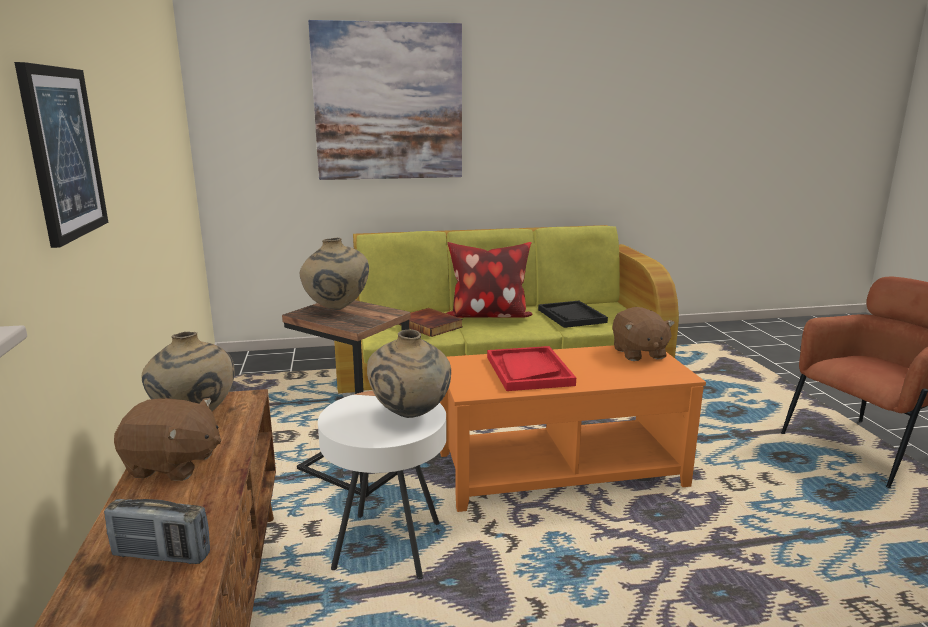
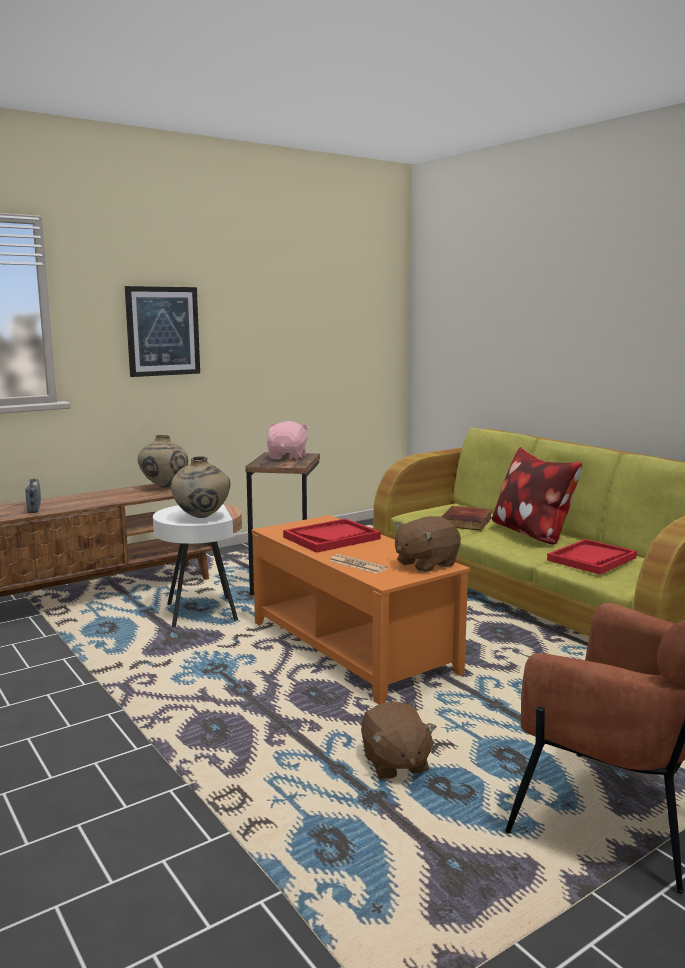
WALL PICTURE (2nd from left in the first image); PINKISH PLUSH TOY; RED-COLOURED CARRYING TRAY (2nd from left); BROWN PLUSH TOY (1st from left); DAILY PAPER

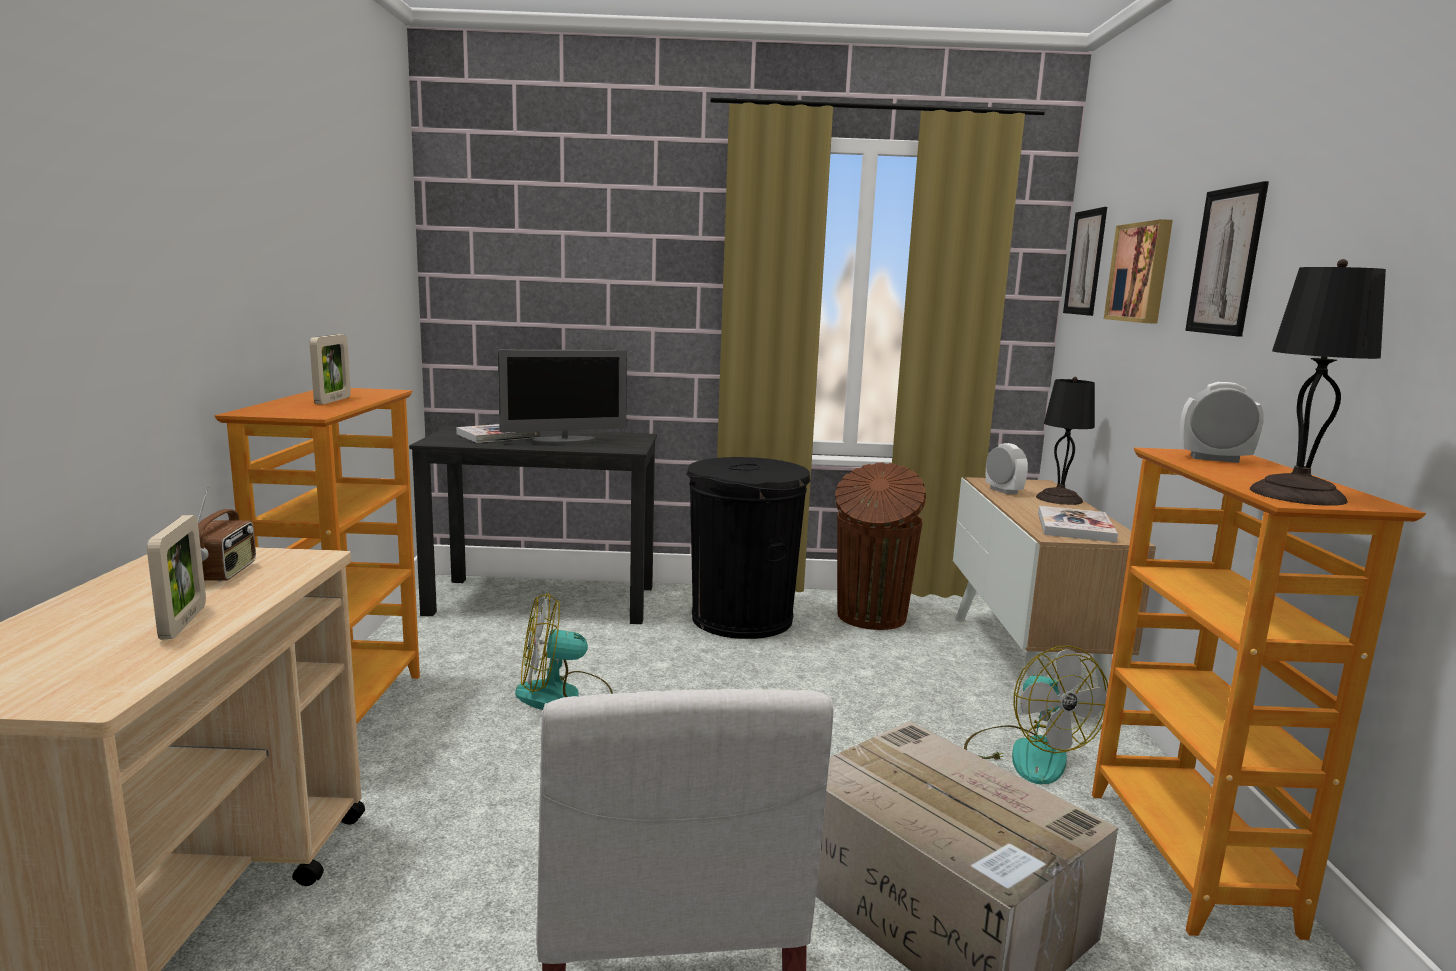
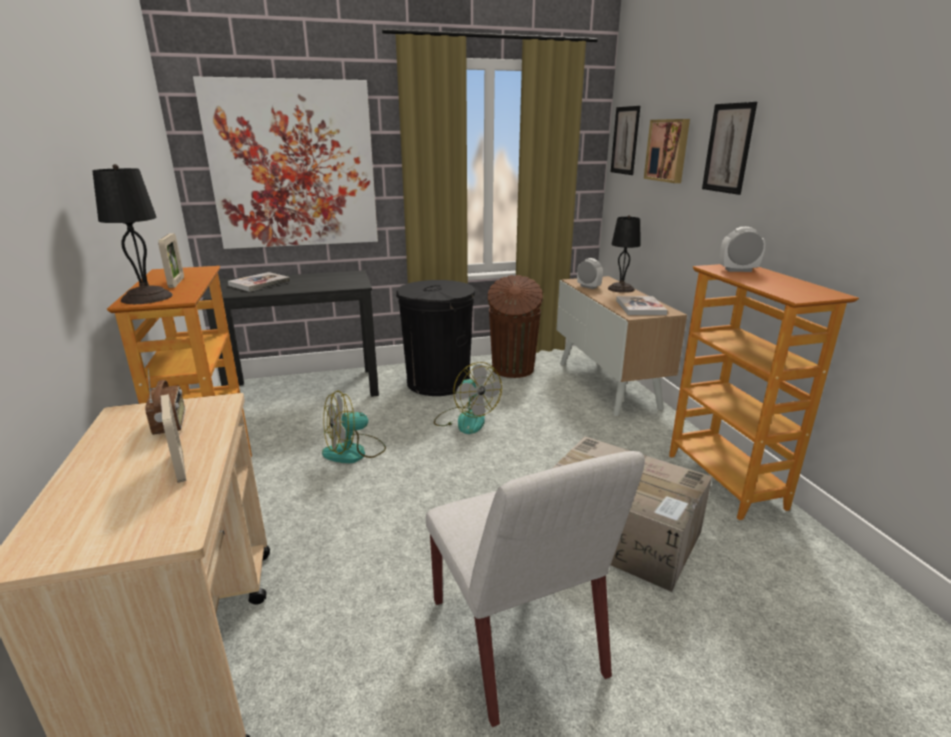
BLACKISH TABLETOP LAMP (1st from left); COMPUTER SCREEN; FAN (2nd from left); WALL PICTURE (1st from left)

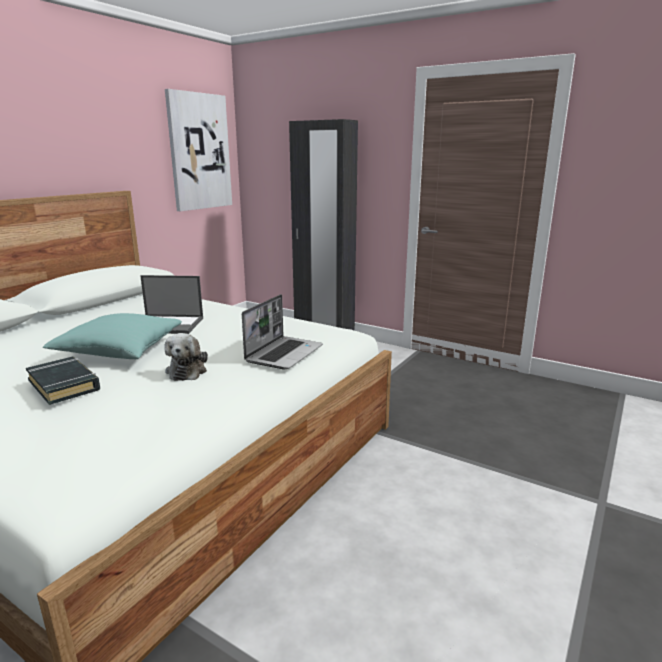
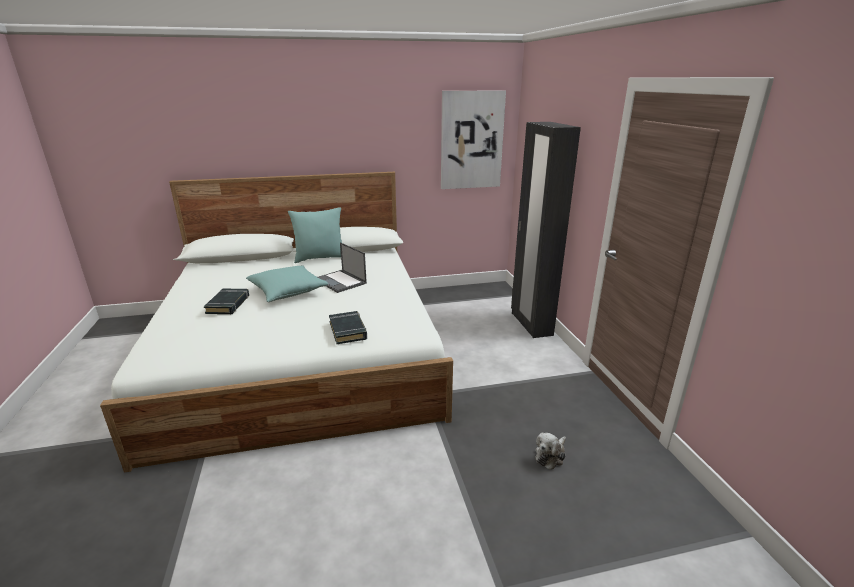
BLACKISH BOUND BOOK (2nd from left); PLUSH TOY; TURQUOISE-COLOURED THROW PILLOW (2nd from left)

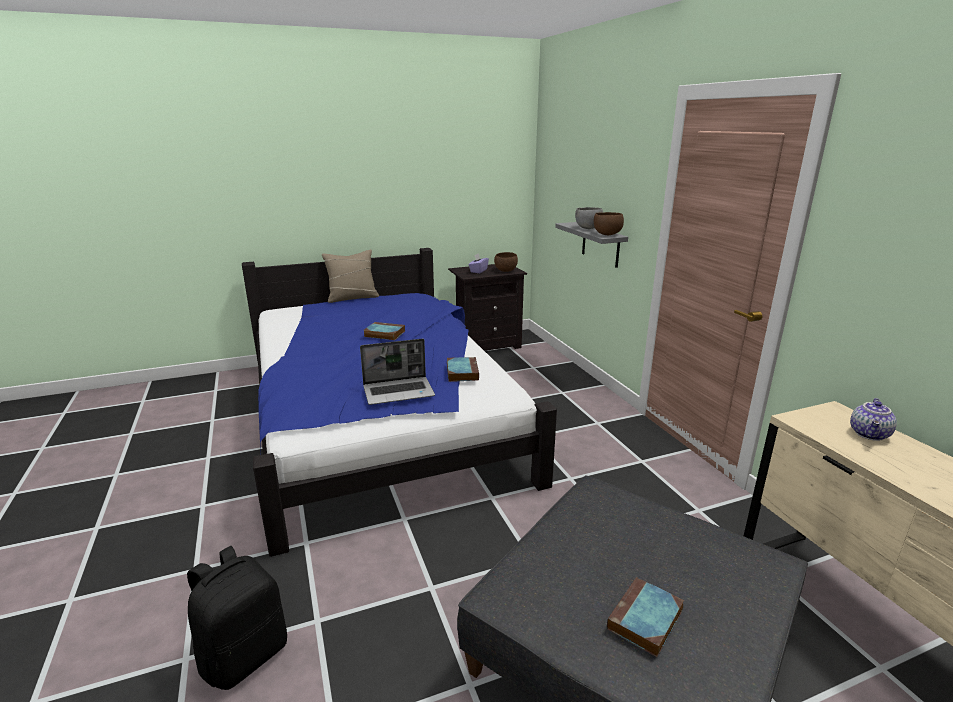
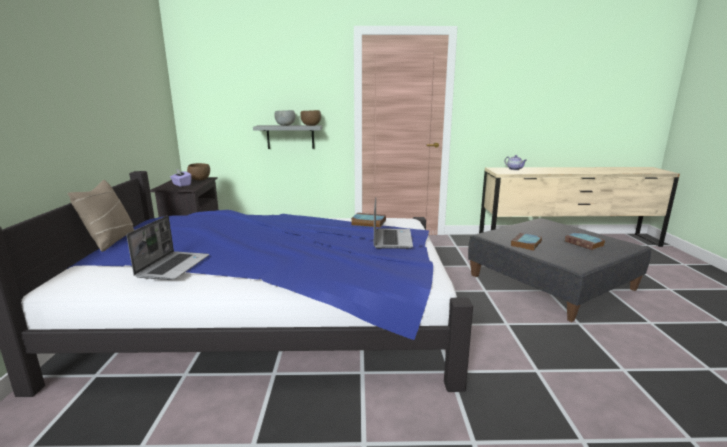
BOUND BOOK (2nd from left); BLACKISH RUCKSACK; LAPTOP (1st from left)

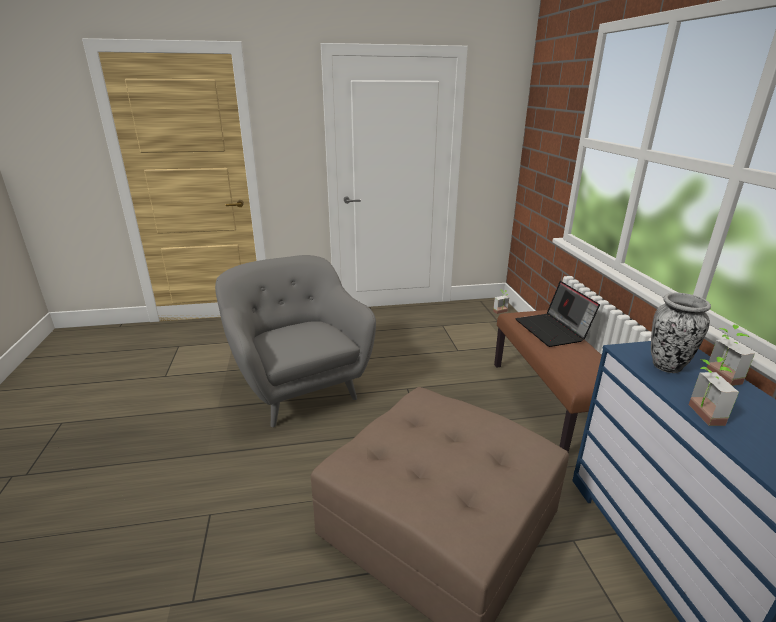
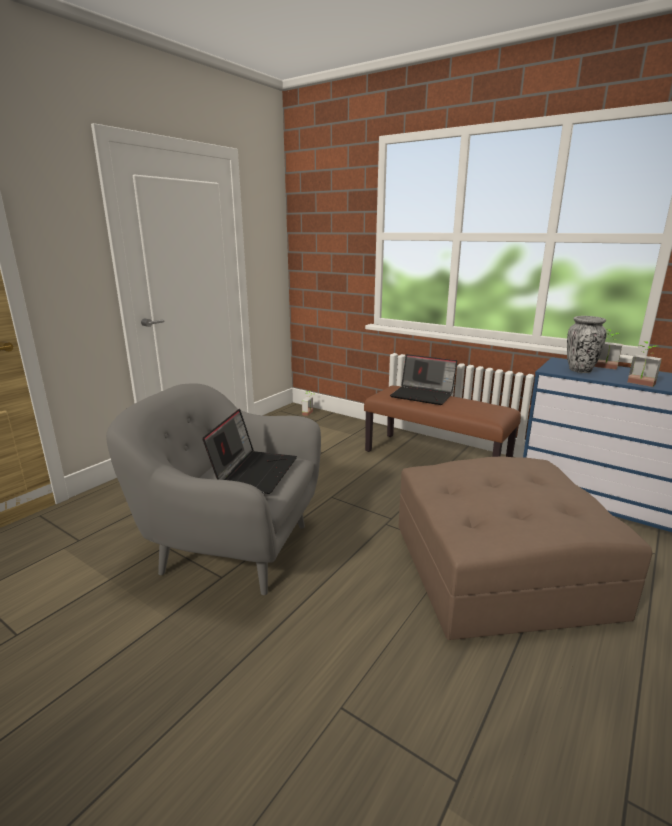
LAPTOP (1st from left)

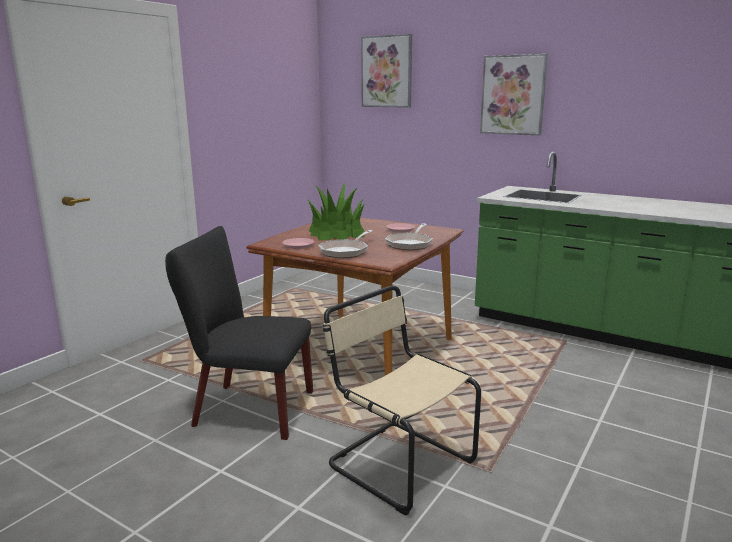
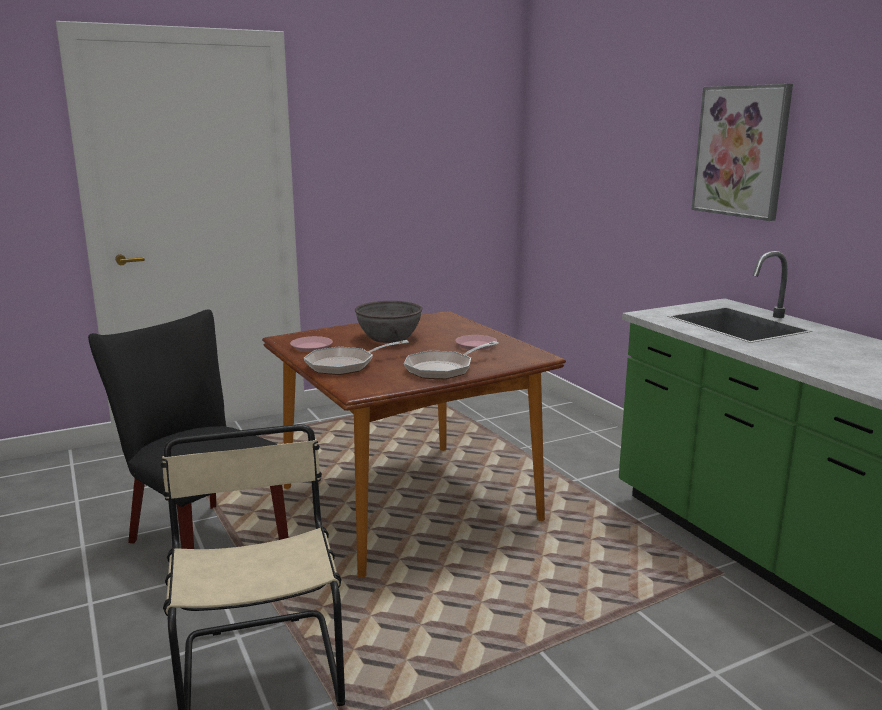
WALL PICTURE (1st from left in the first image); GREYISH DEEP DISH

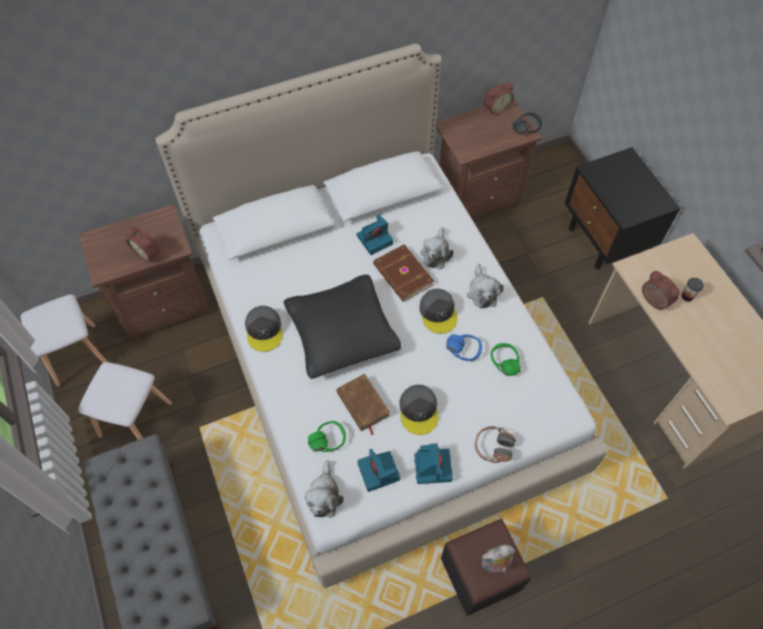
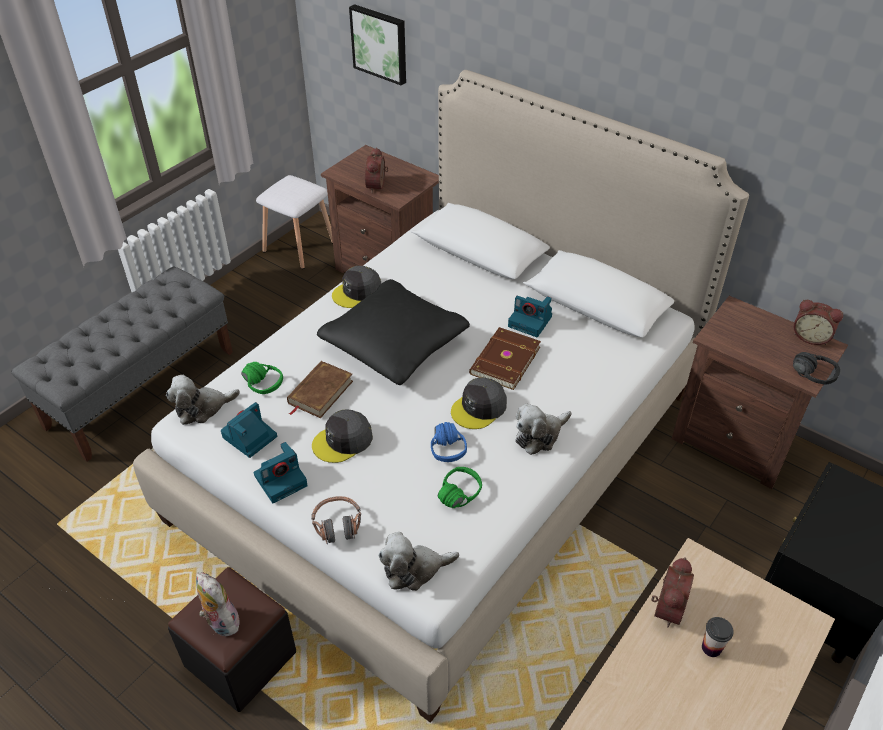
PLUSH TOY (3rd from left); WHITE-COLOURED STOOL SEAT (2nd from left in the first image); WALL PICTURE

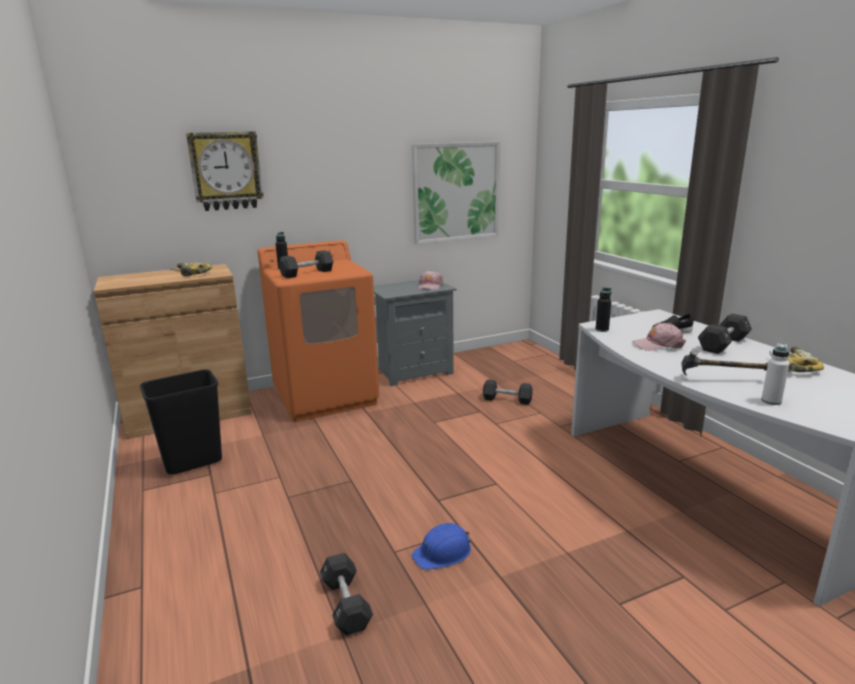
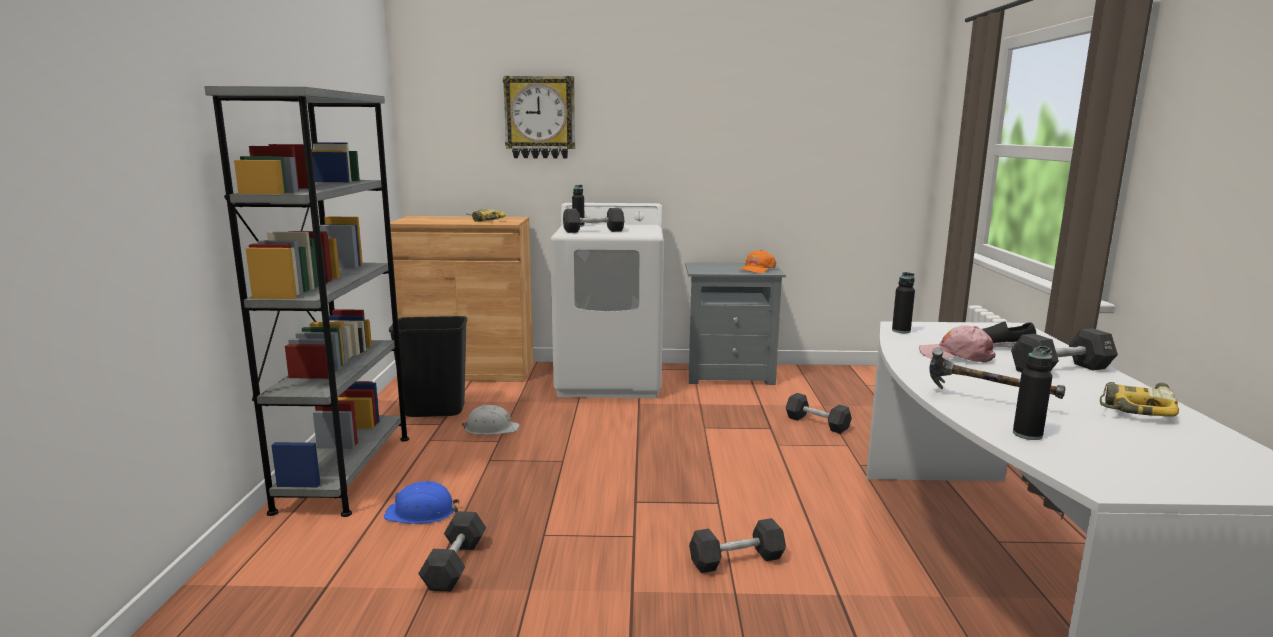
WALL PICTURE; WHITE-COLOURED LAUNDRY APPLIANCE; ORANGE-COLOURED BASEBALL CAP; BLACKISH DRINK BOTTLE (3rd from left); BLUE HARD HAT; GREYISH BOOKCASE; WHITE-COLOURED HARD HAT; BLACKISH DUMBBELL (3rd from left)

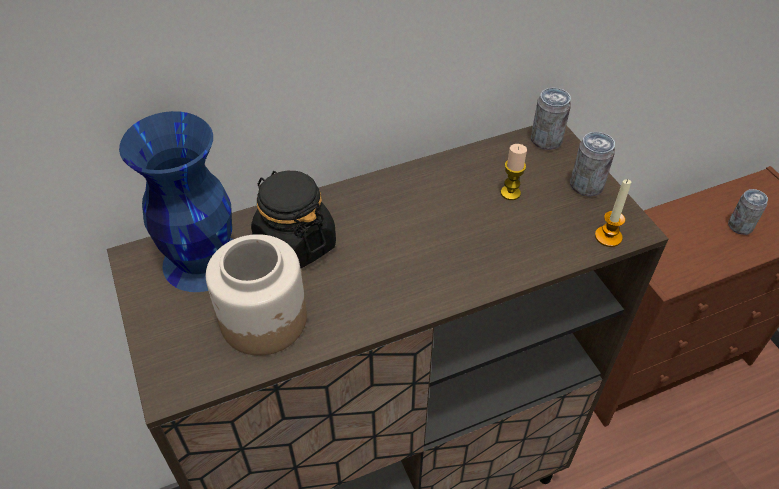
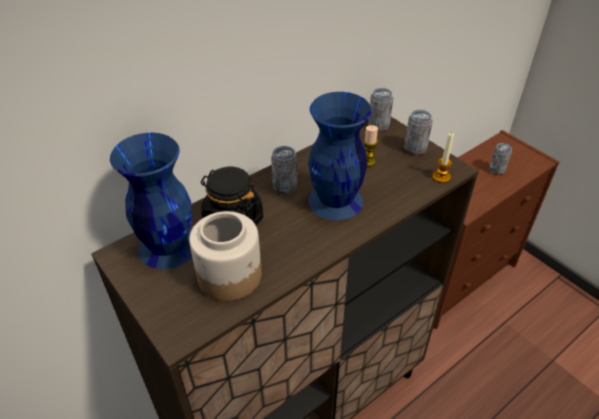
BLUE VASE (2nd from left); CAN (1st from left)

